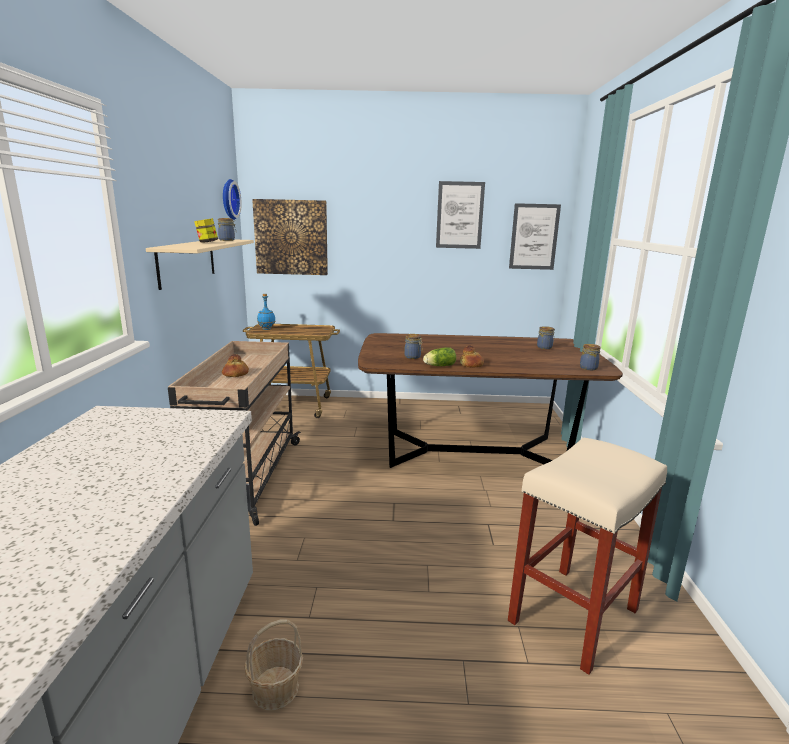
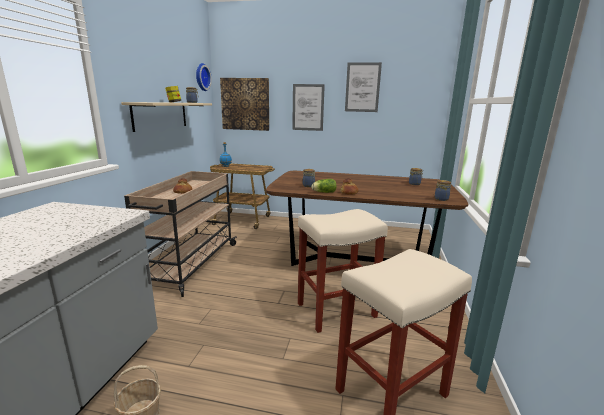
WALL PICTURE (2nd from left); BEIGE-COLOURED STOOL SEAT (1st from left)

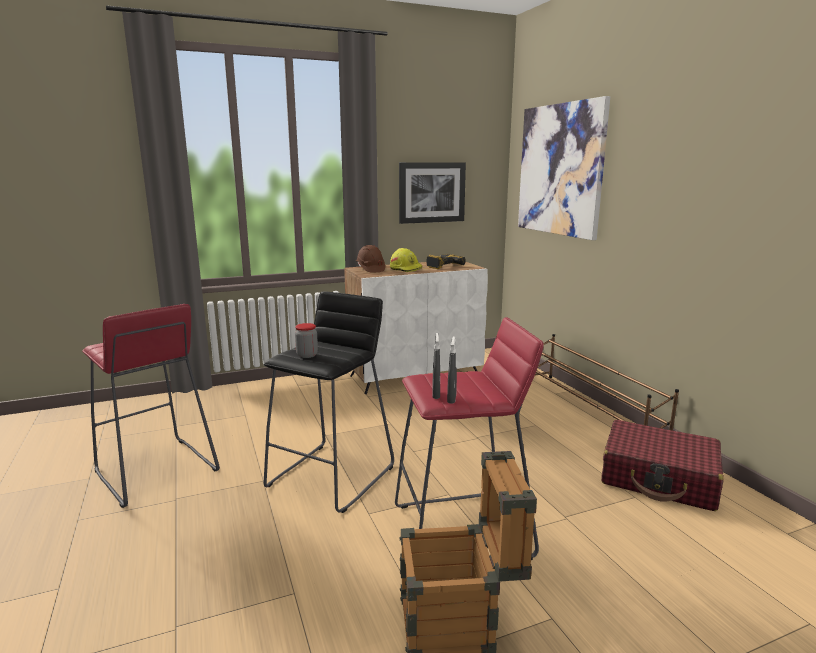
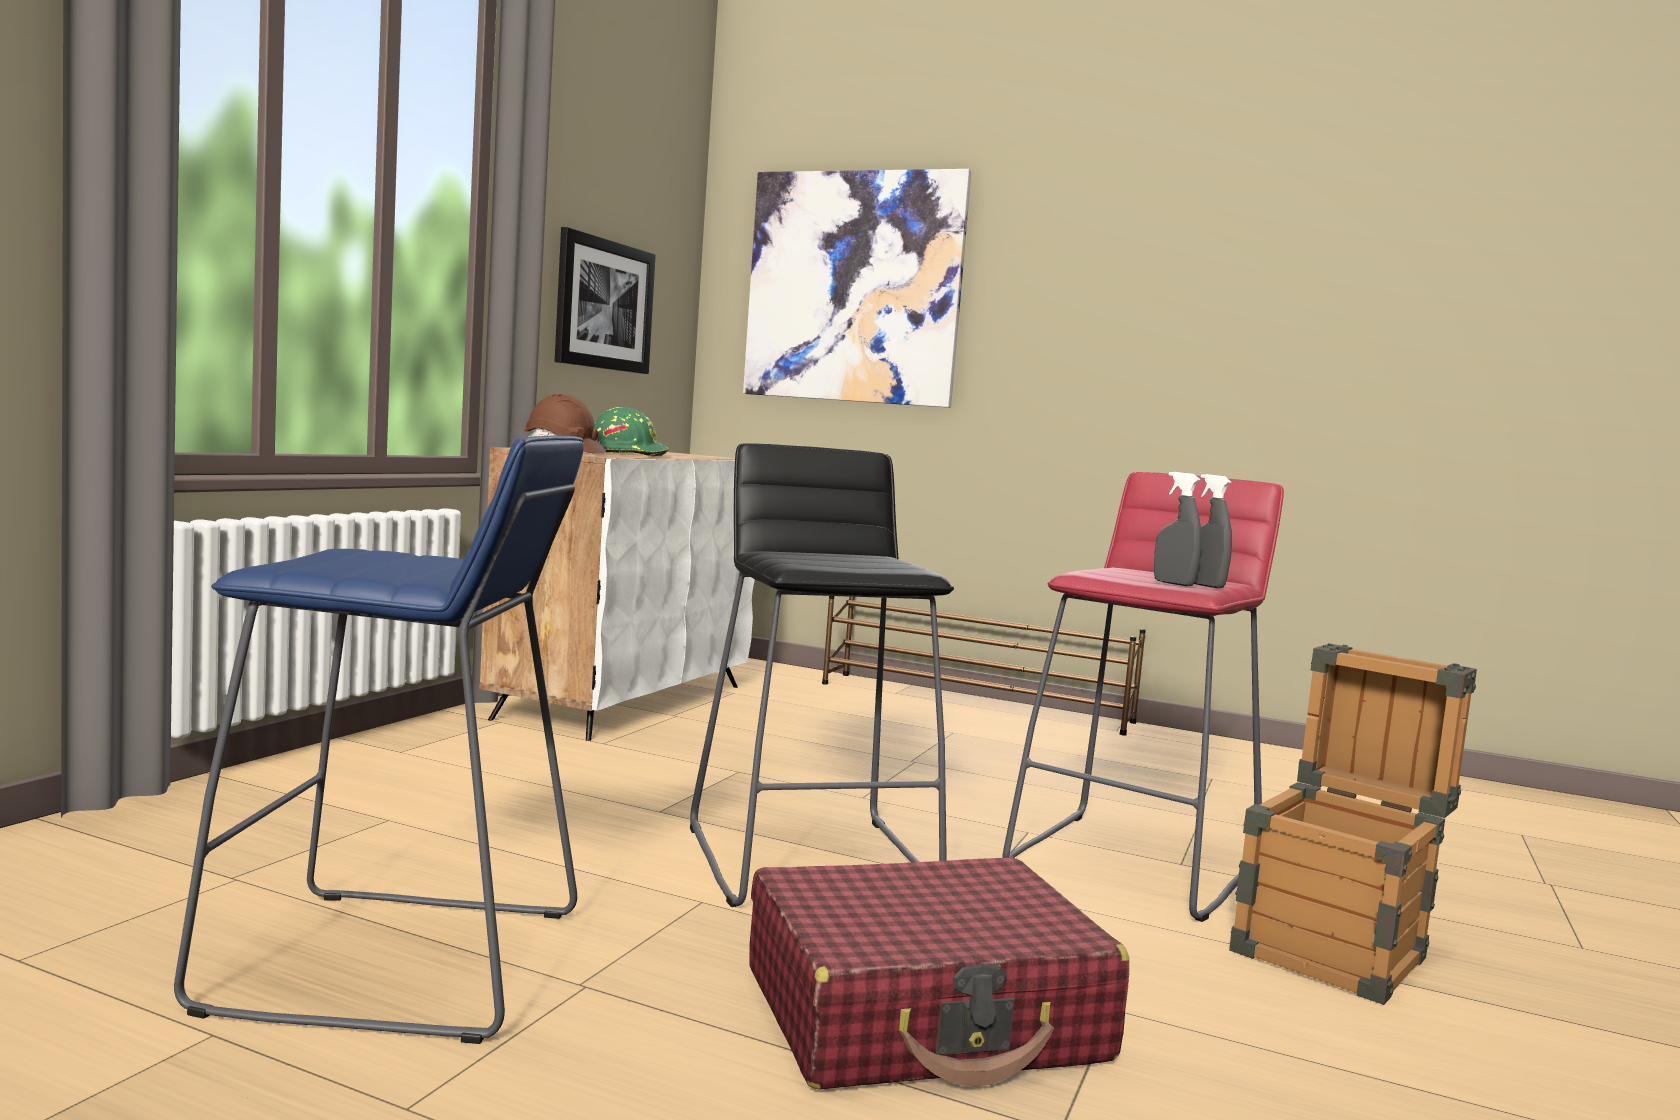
GREENISH HARD HAT; DRILL; BLUE STOOL SEAT; STORAGE JAR; RED-COLOURED PIECE OF LUGGAGE

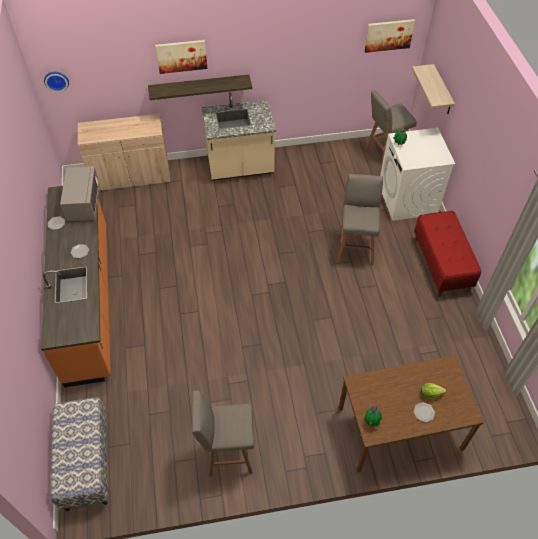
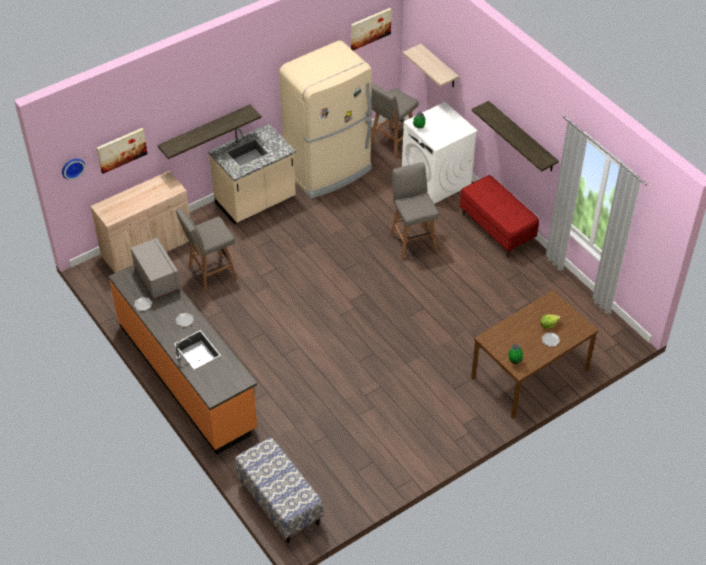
WALL PICTURE (1st from left); GREYISH STOOL SEAT (1st from left); BEIGE-COLOURED REFRIGERATOR; BRACKET SHELF (3rd from left)

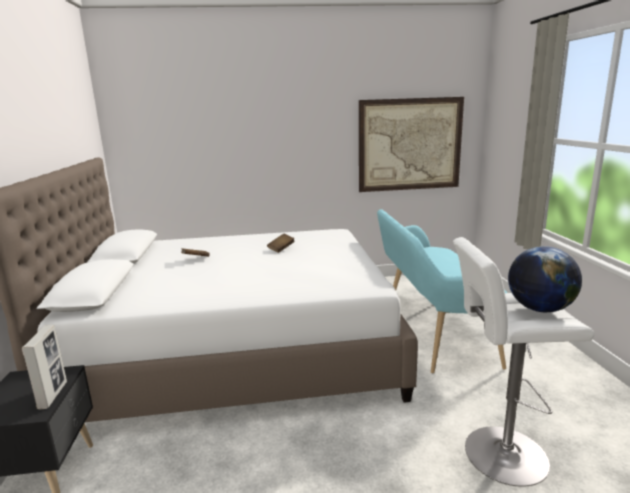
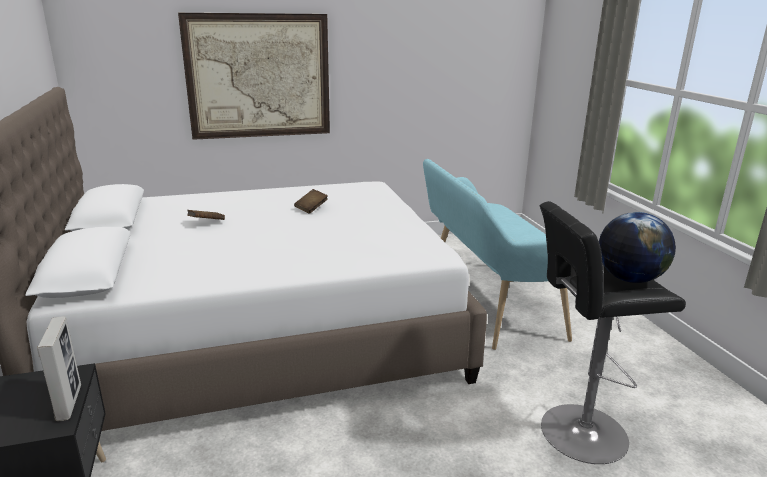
WALL PICTURE; BLACKISH STOOL SEAT

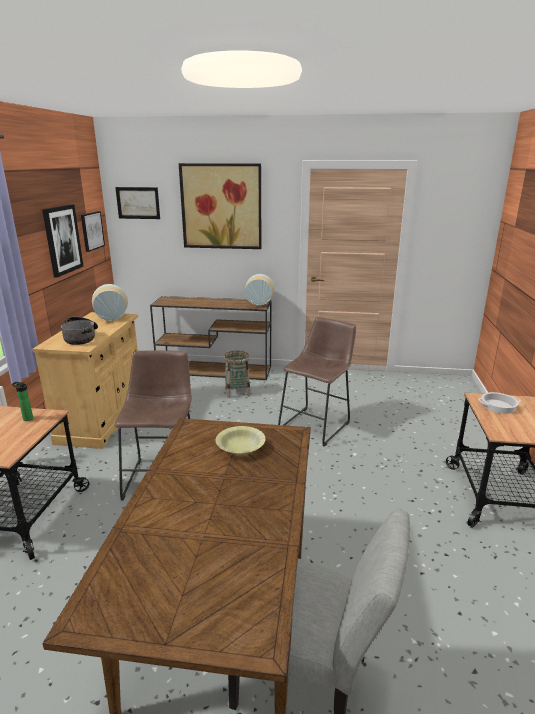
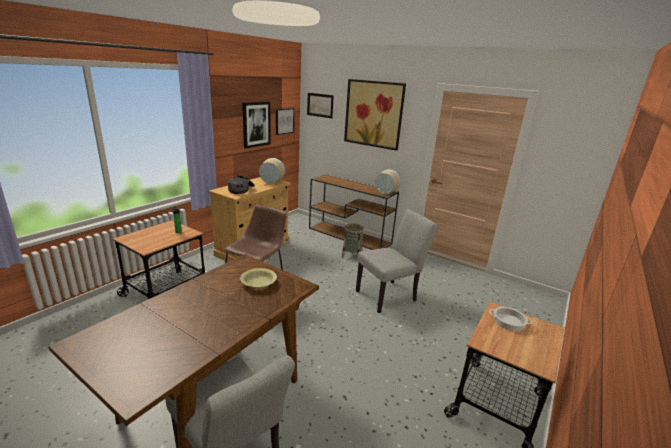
GREYISH UPRIGHT CHAIR (2nd from left)

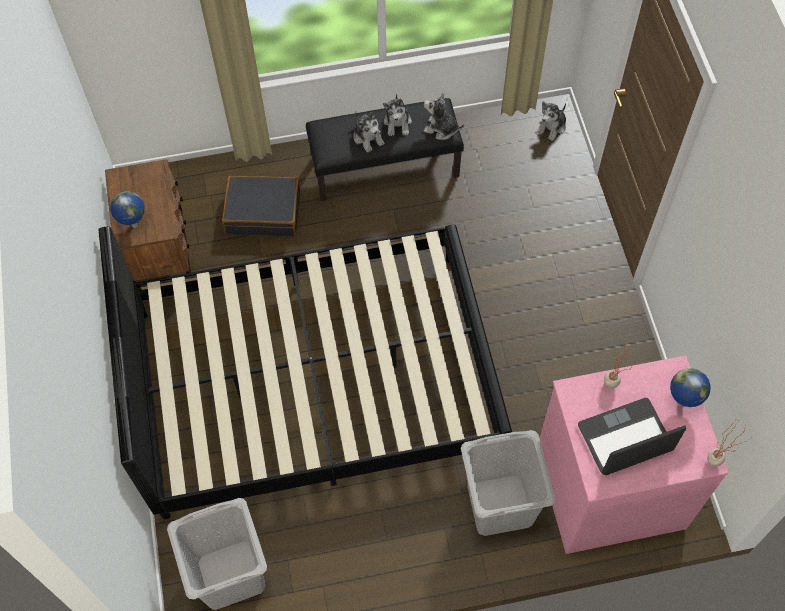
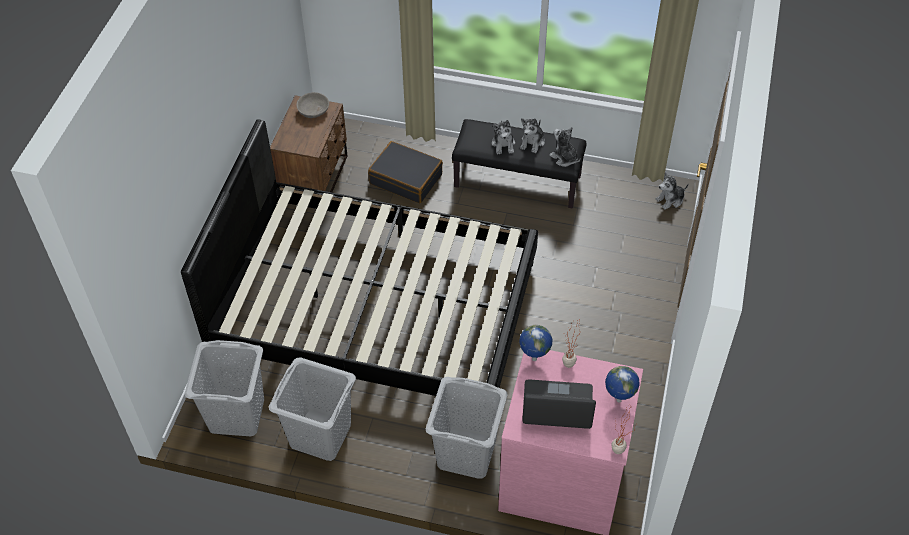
WORLD GLOBE (1st from left); GREYISH DEEP DISH; GREYISH HAMPER (2nd from left)

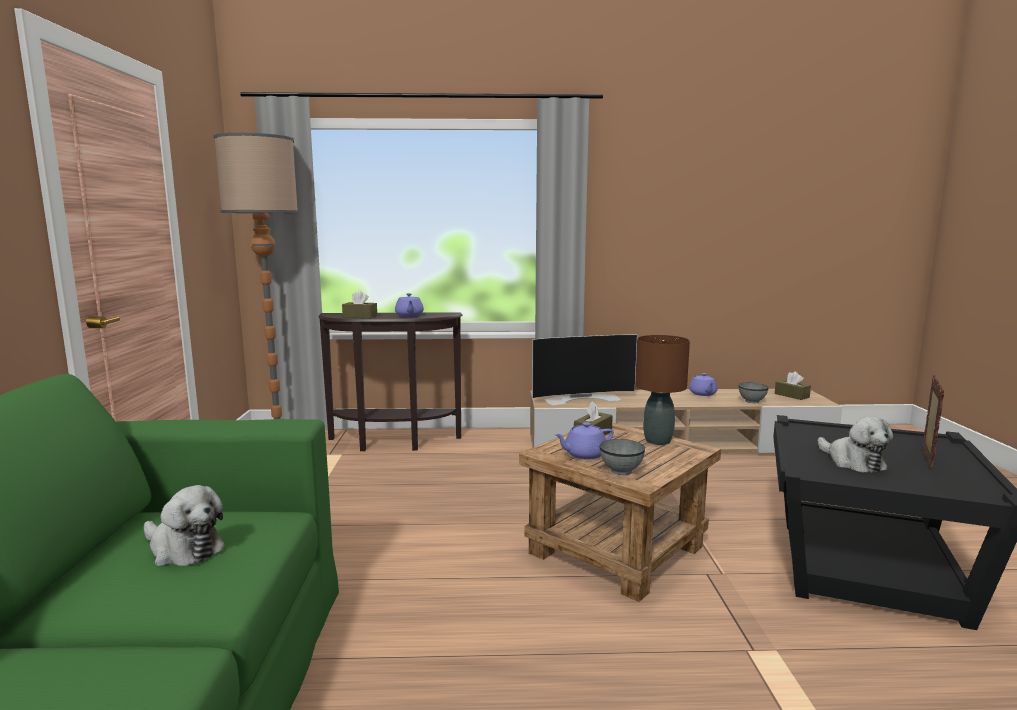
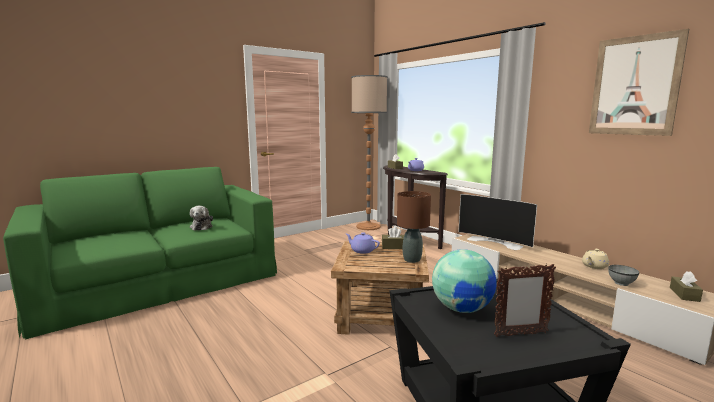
BEIGE-COLOURED POT FOR TEA; WORLD GLOBE; GREYISH DEEP DISH (1st from left in the first image); WALL PICTURE

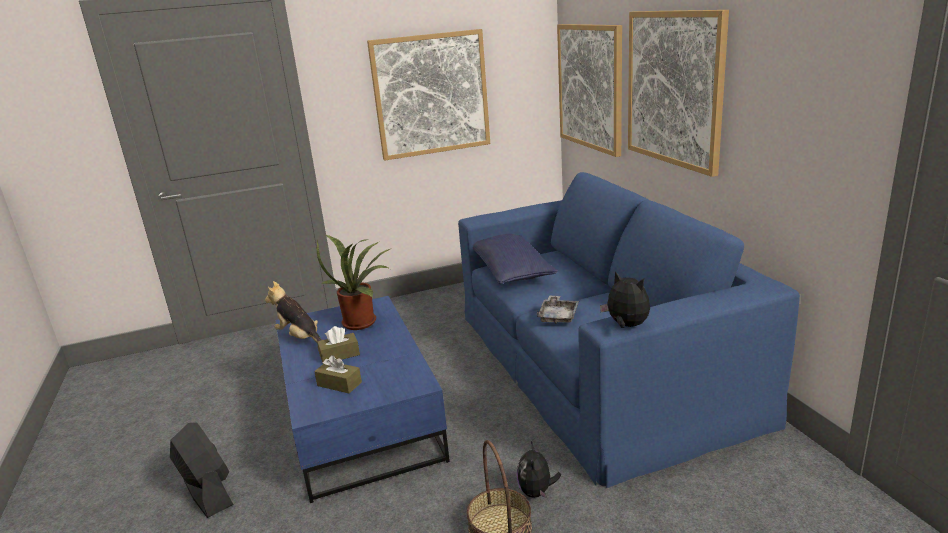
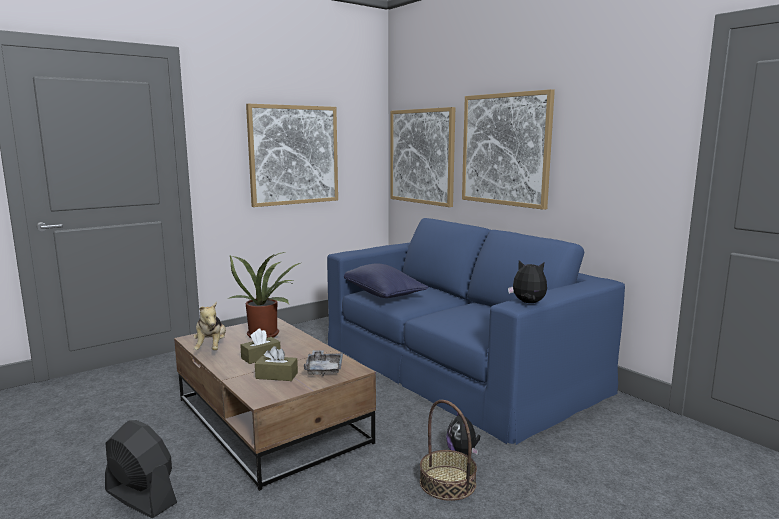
PLUSH TOY (1st from left); GREYISH CARRYING TRAY; BROWN LOUNGE TABLE

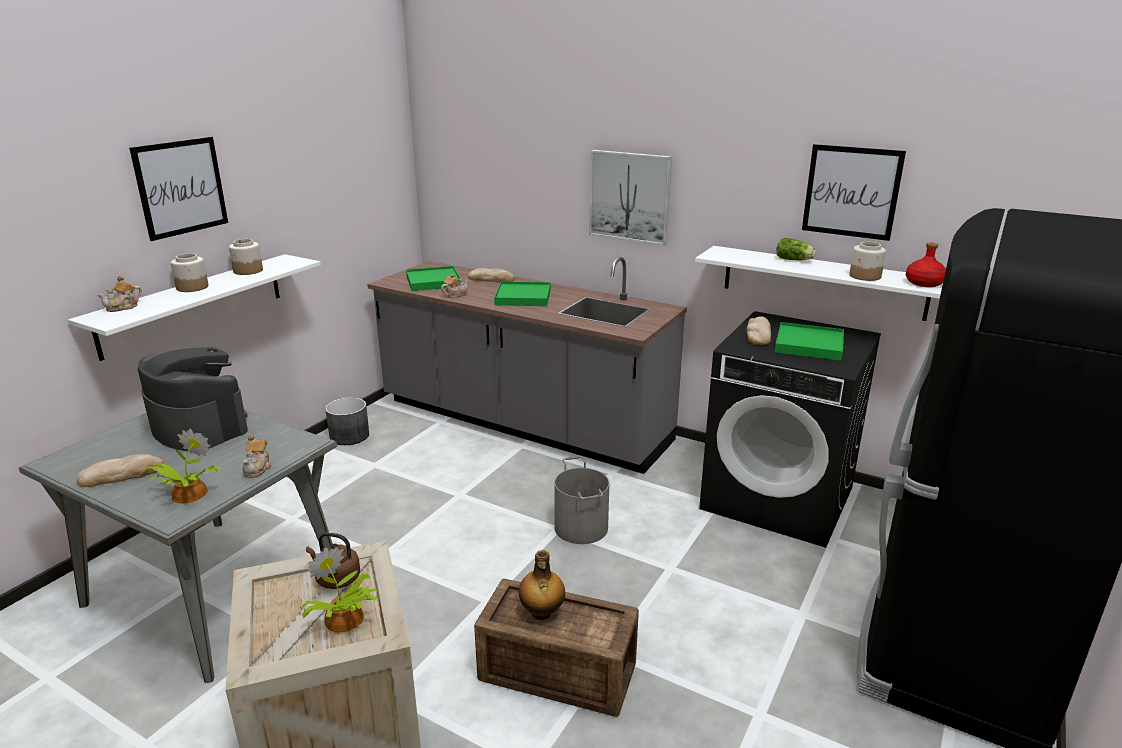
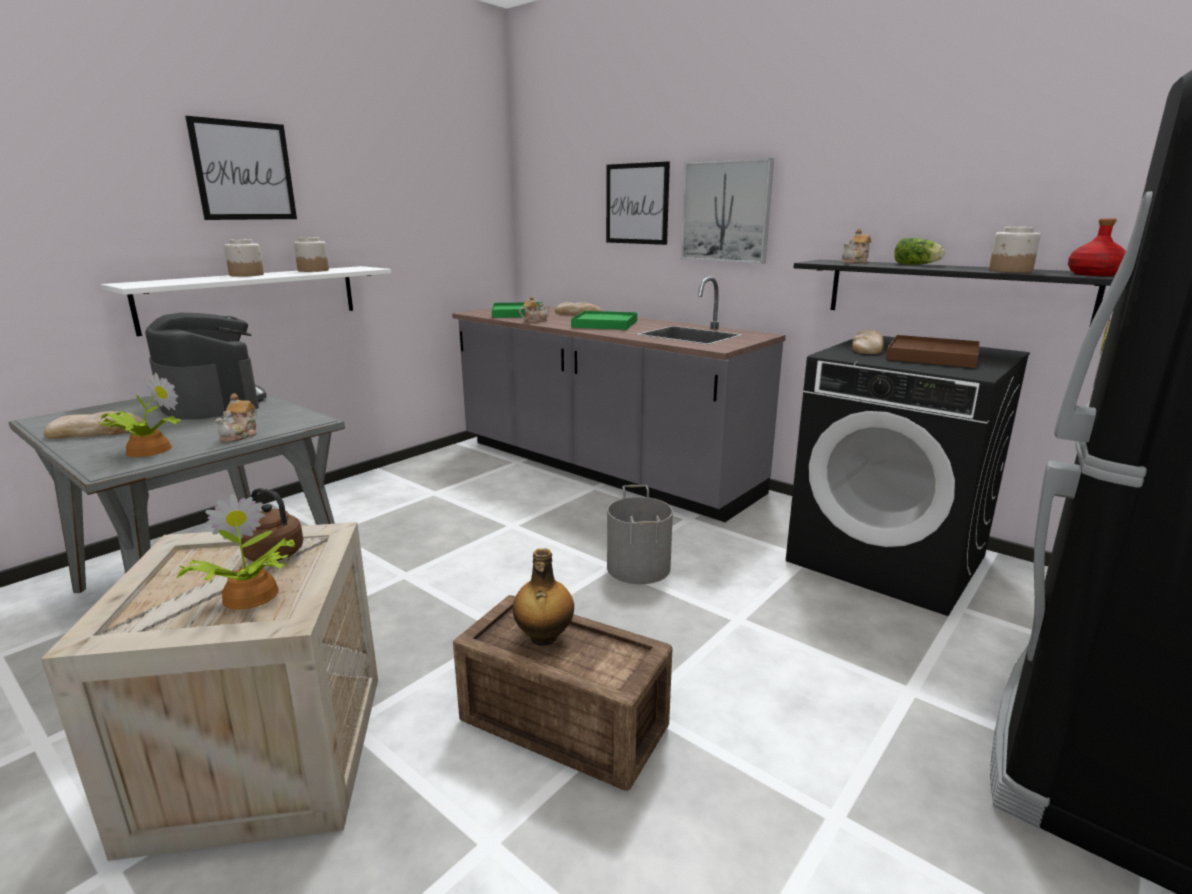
WALL PICTURE (2nd from left); BLACKISH BRACKET SHELF; POT FOR TEA (3rd from left); BROWN CARRYING TRAY; GREYISH PLANT POT

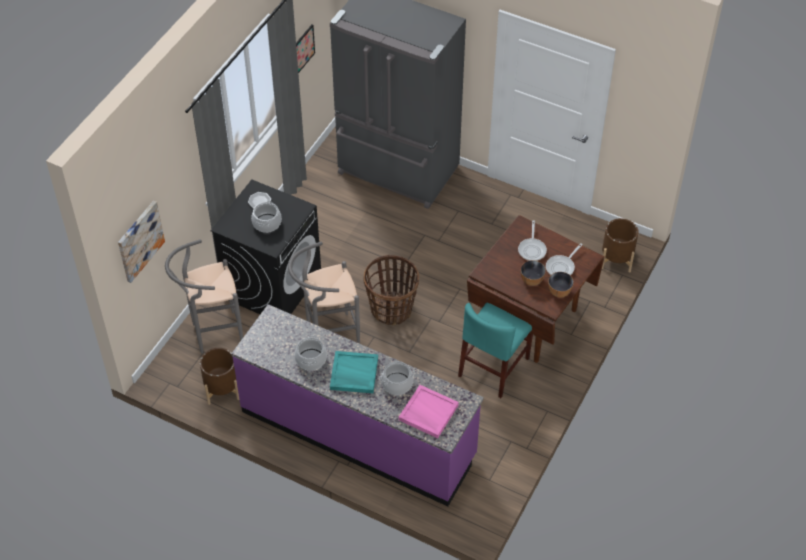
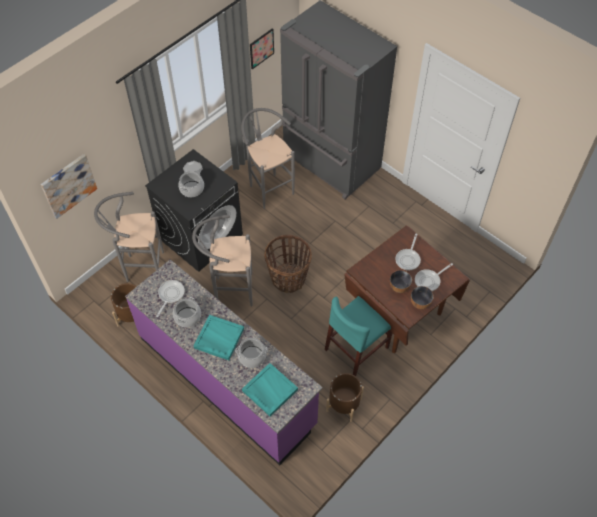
BROWN PLANT POT (2nd from left); TURQUOISE-COLOURED CARRYING TRAY (2nd from left); GREYISH STOOL SEAT (3rd from left); FRYING PAN (1st from left)

